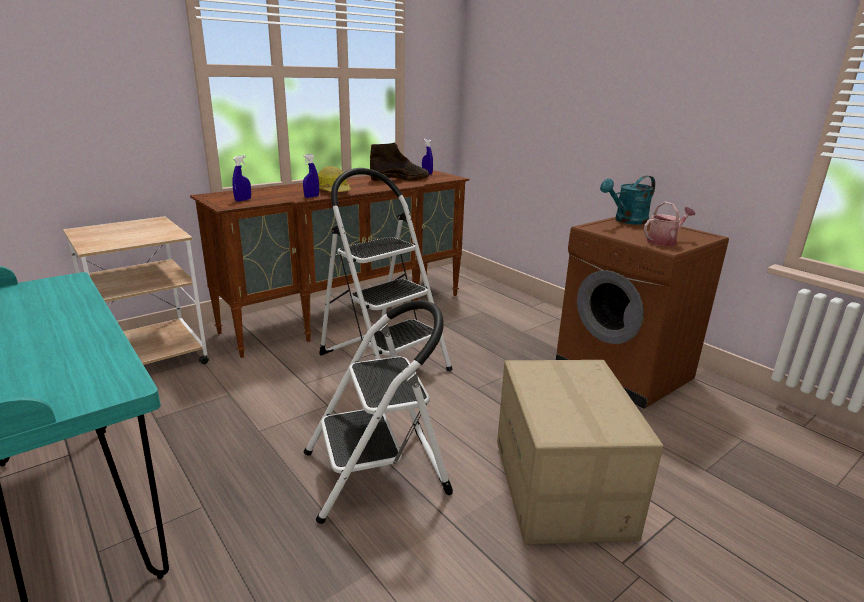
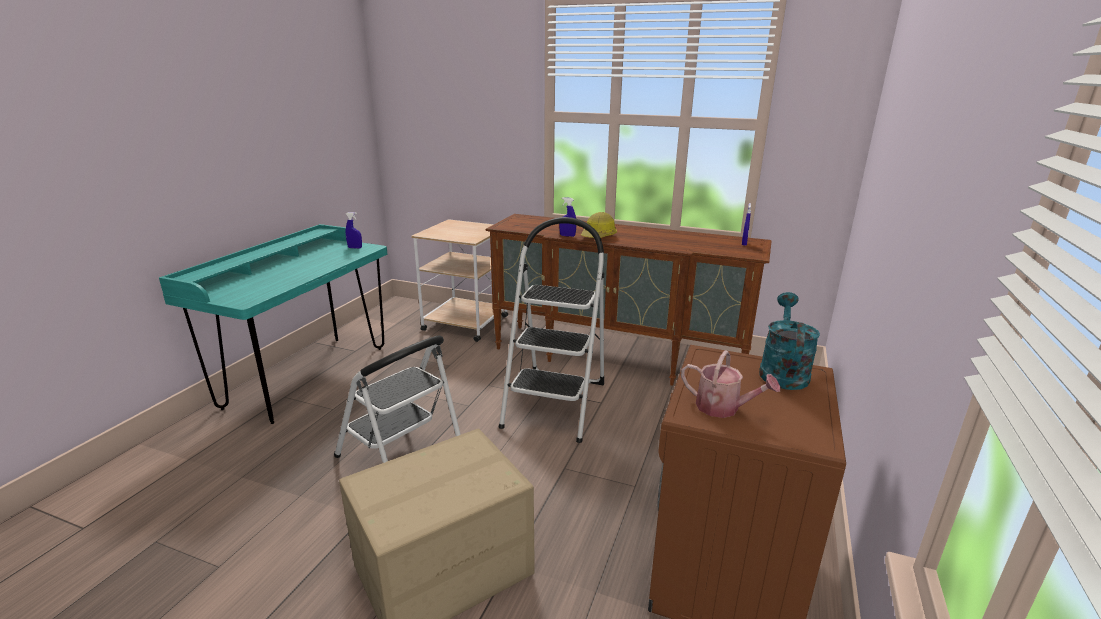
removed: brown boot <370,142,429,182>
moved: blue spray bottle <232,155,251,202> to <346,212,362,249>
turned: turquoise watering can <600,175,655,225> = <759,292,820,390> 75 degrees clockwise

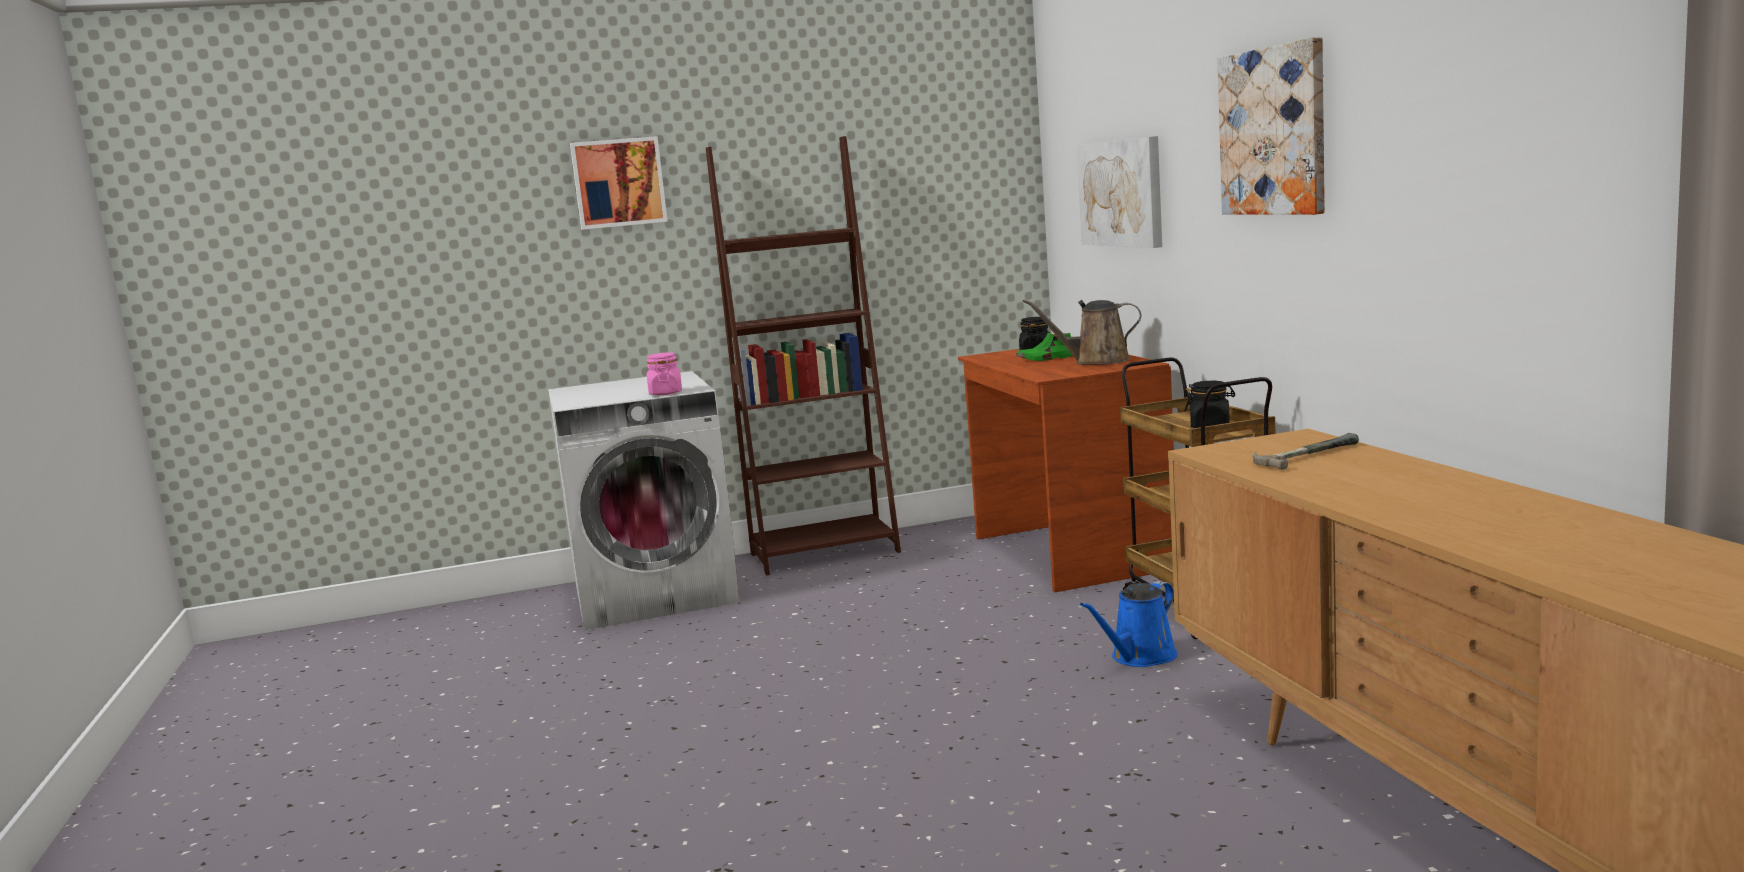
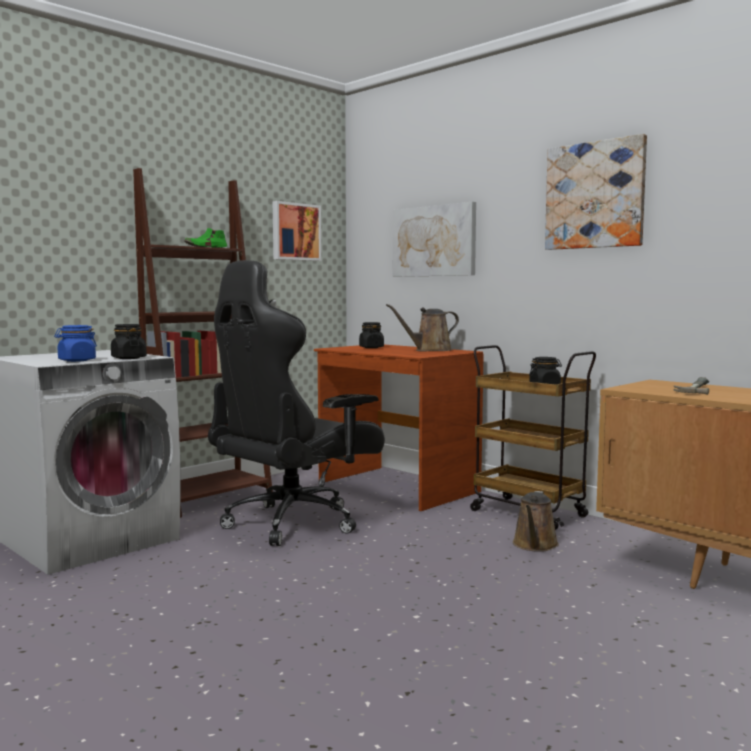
added: black office chair <208,260,385,546>; blue jar <54,325,97,362>
moved: picture <570,136,668,230> to <273,201,321,261>; green shoe <1016,332,1073,361> to <184,228,227,248>
recoloured: pink jar <647,352,682,395> to black jar <111,324,147,359>; blue watering can <1080,581,1177,667> to brown watering can <513,491,559,552>

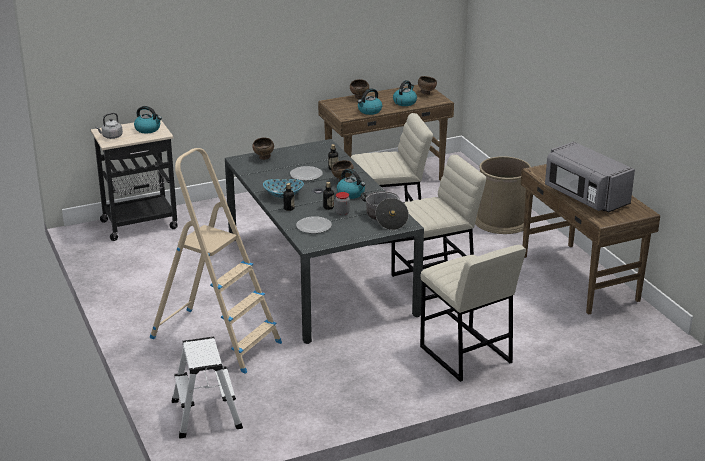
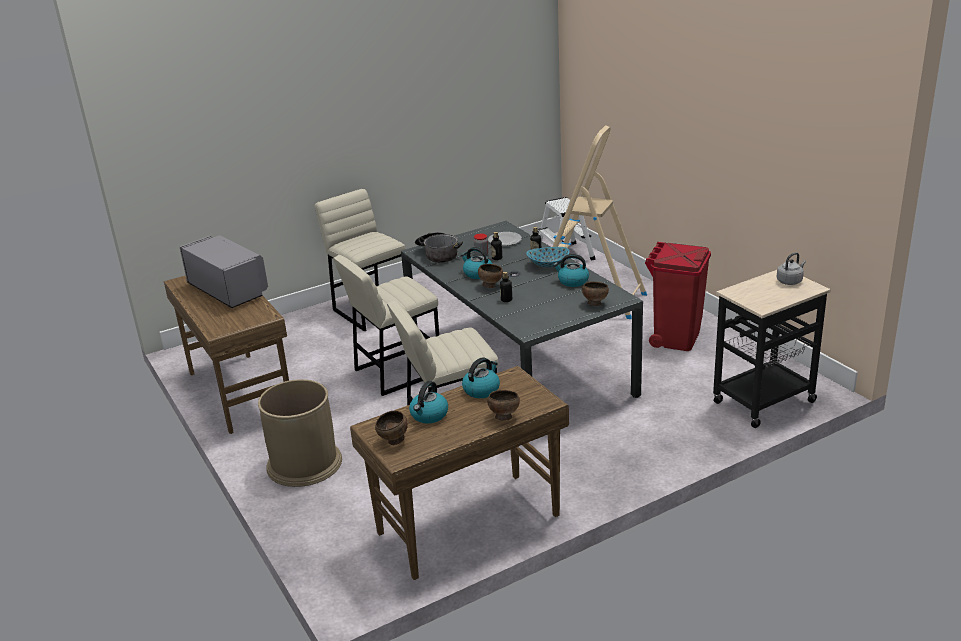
removed: plate <290,166,323,181>
added: red trash can <645,242,711,351>
moved: kettle <134,106,162,133> to <553,254,589,287>

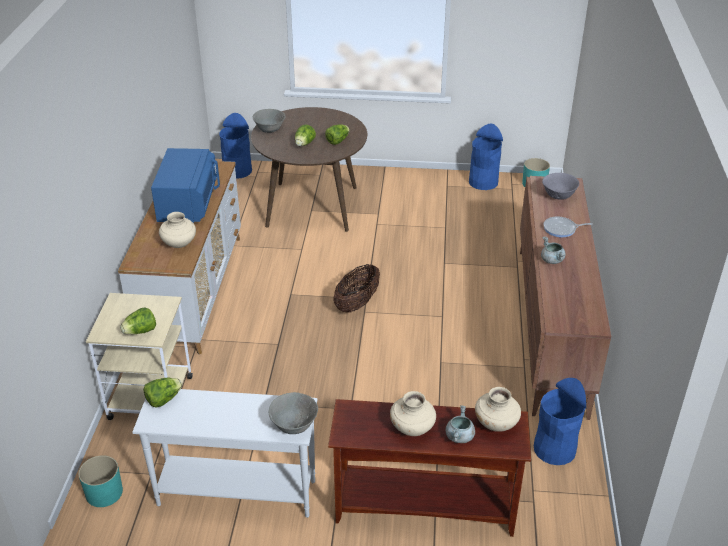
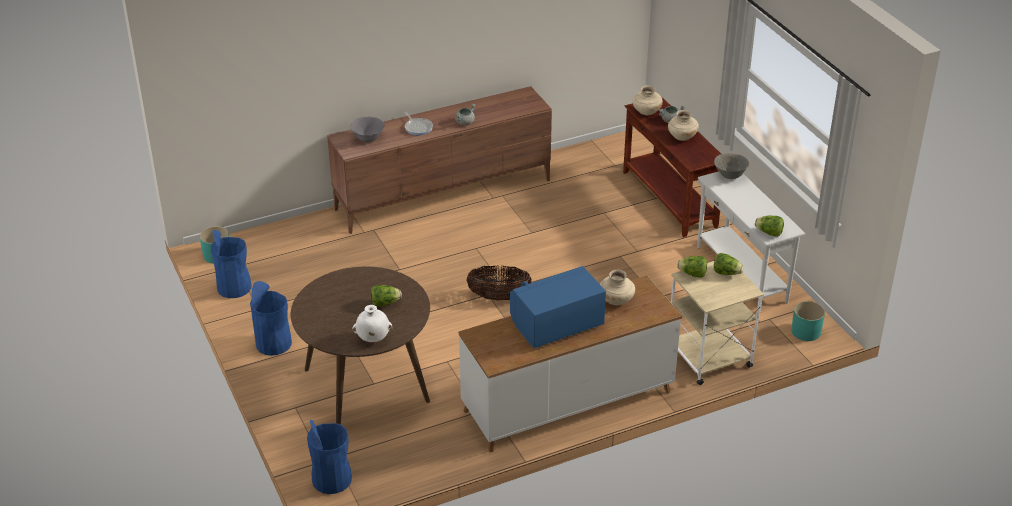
moved: lettuce <325,124,350,145> to <677,256,707,278>; blue trash can <534,378,586,465> to <250,281,292,356>
replaced: grey bowl <253,109,285,133> to white vase <353,305,392,342>

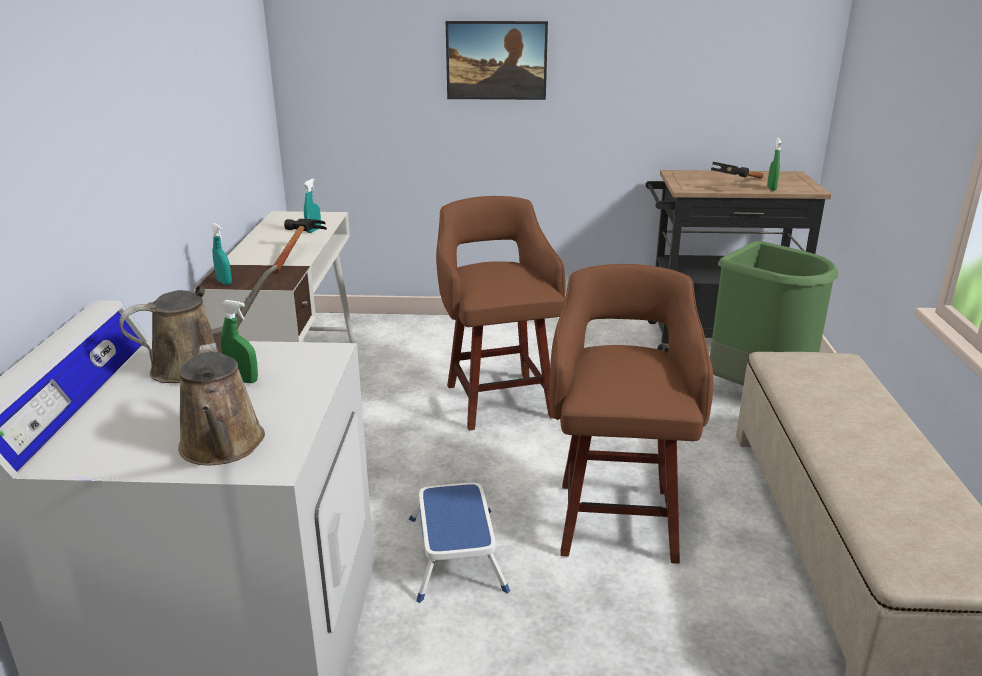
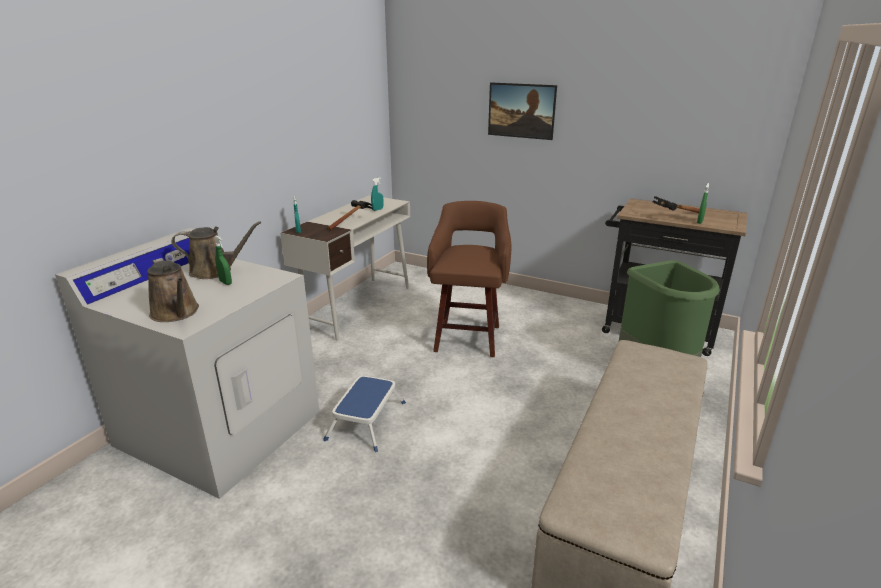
removed: brown stool <549,264,713,564>
turned: brown watering can <178,343,265,465> = <147,258,199,322> 45 degrees counterclockwise

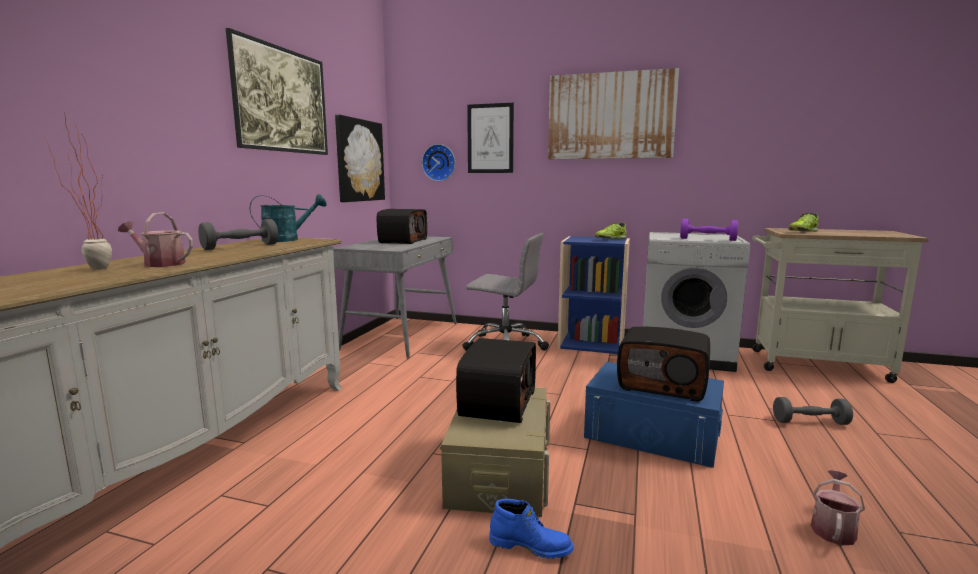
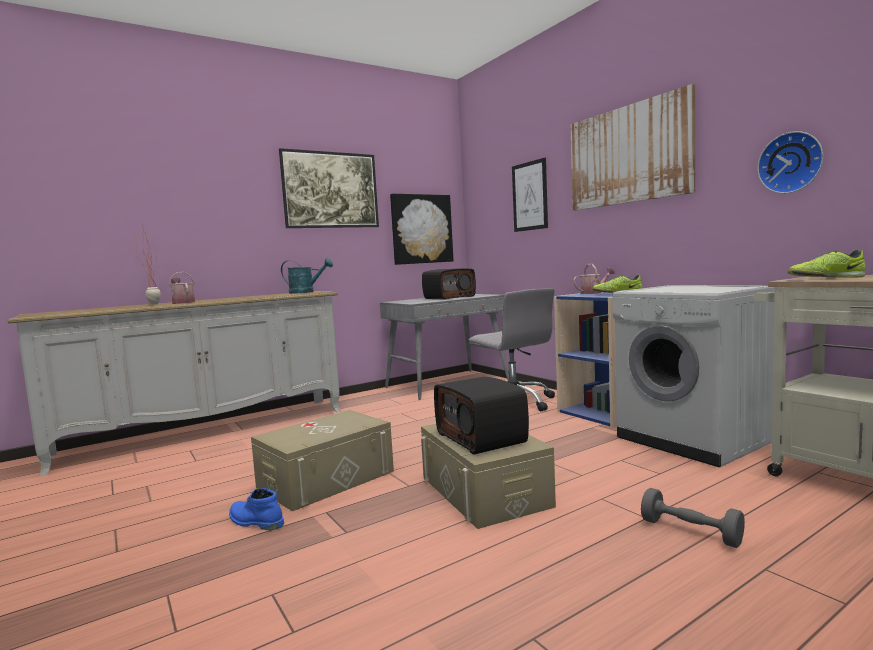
removed: grey dumbbell <198,219,278,250>; purple dumbbell <680,219,738,241>; radio <456,338,536,423>
moved: wall clock <422,144,455,181> to <757,131,824,194>; watering can <811,470,865,545> to <573,264,615,294>
recoloured: blue storage box <584,362,724,468> to beige storage box <421,424,556,529>
turned: blue boot <489,499,574,559> = <229,488,284,530> 150 degrees clockwise

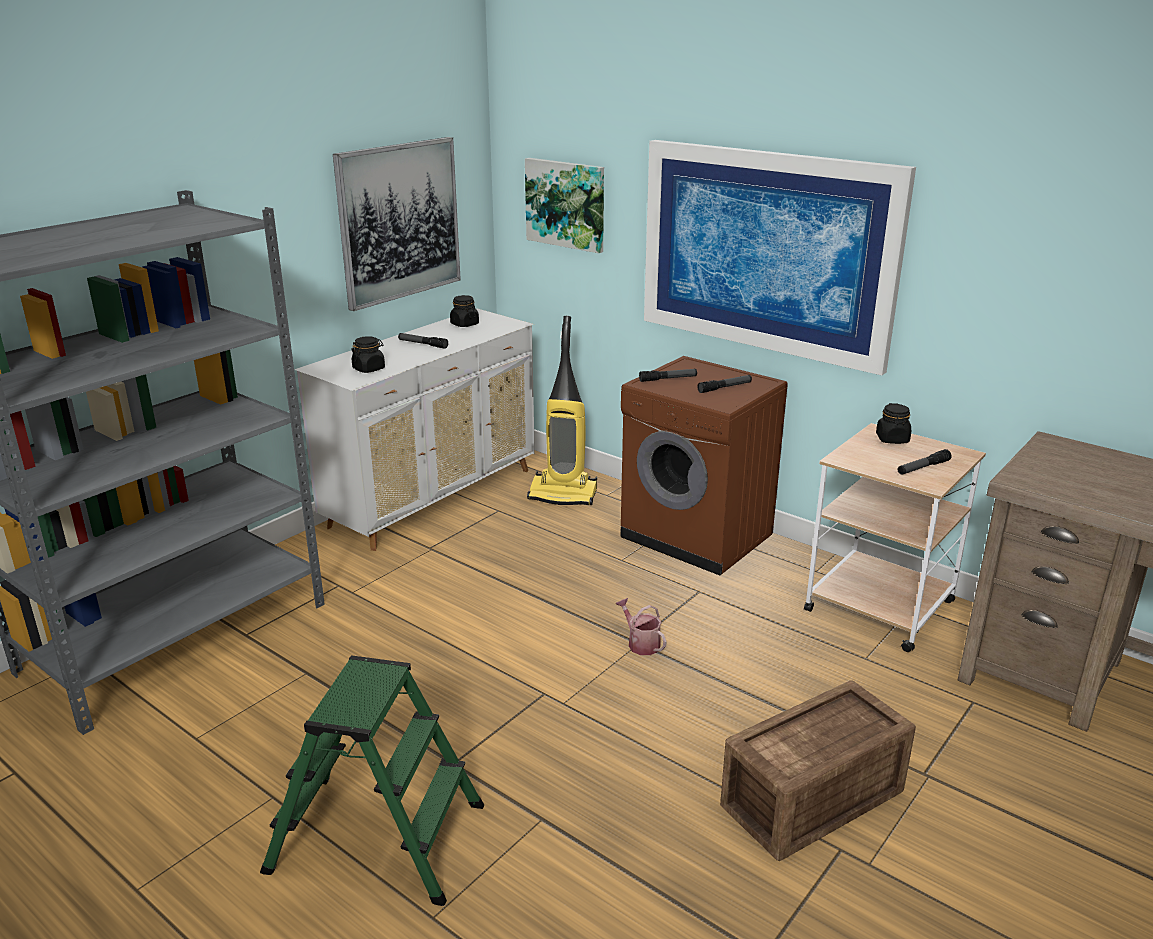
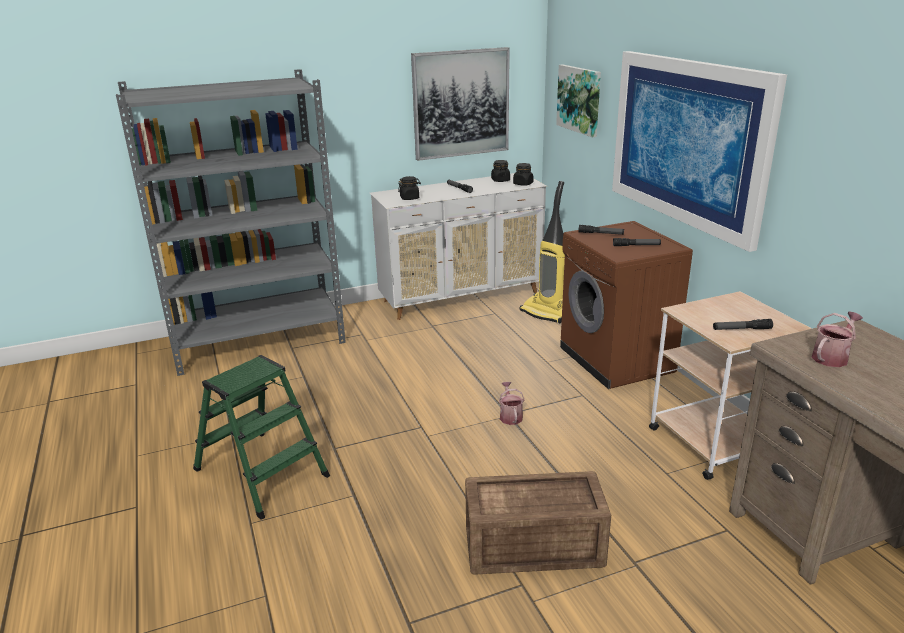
added: watering can <812,312,863,367>
moved: black jar <876,403,911,444> to <513,163,534,186>

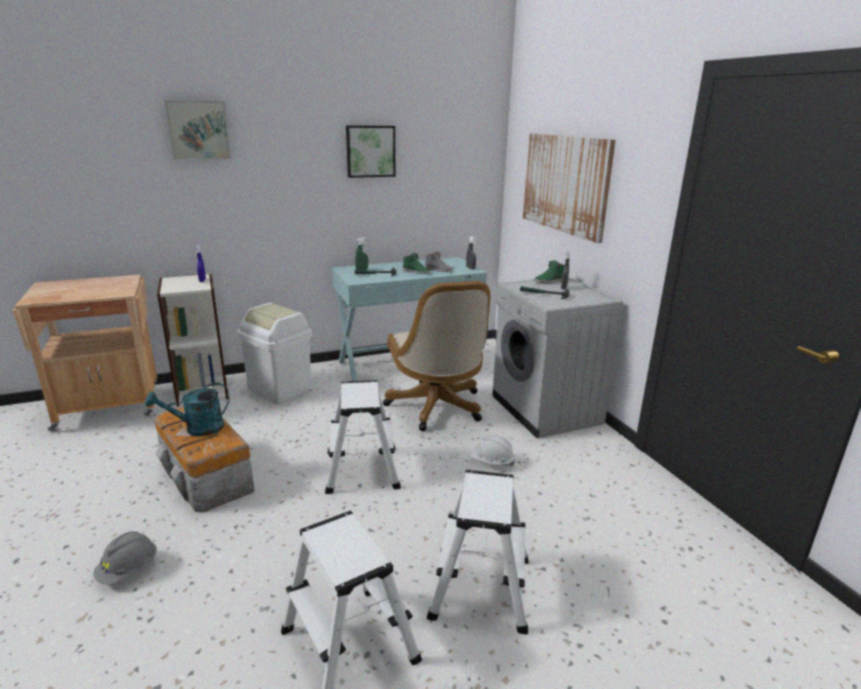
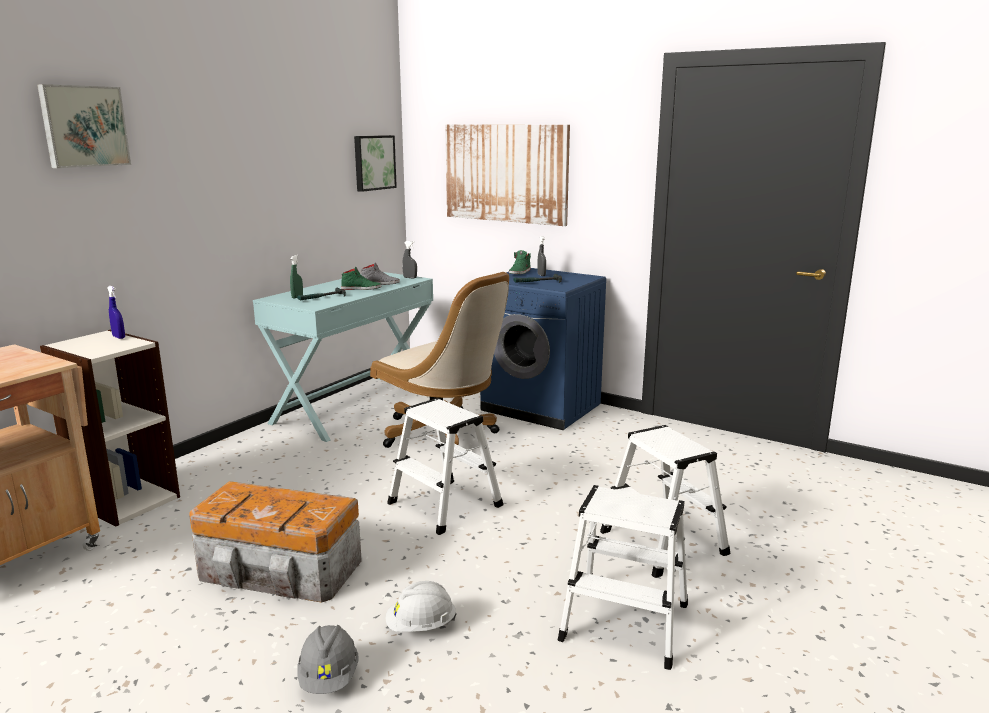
removed: white trash can <237,303,312,404>; turquoise watering can <145,383,230,436>
moved: picture <346,125,395,178> to <354,135,397,192>; white hard hat <471,434,516,467> to <385,581,457,632>
recoloured: white washing machine <492,277,623,438> to blue washing machine <480,268,606,430>

